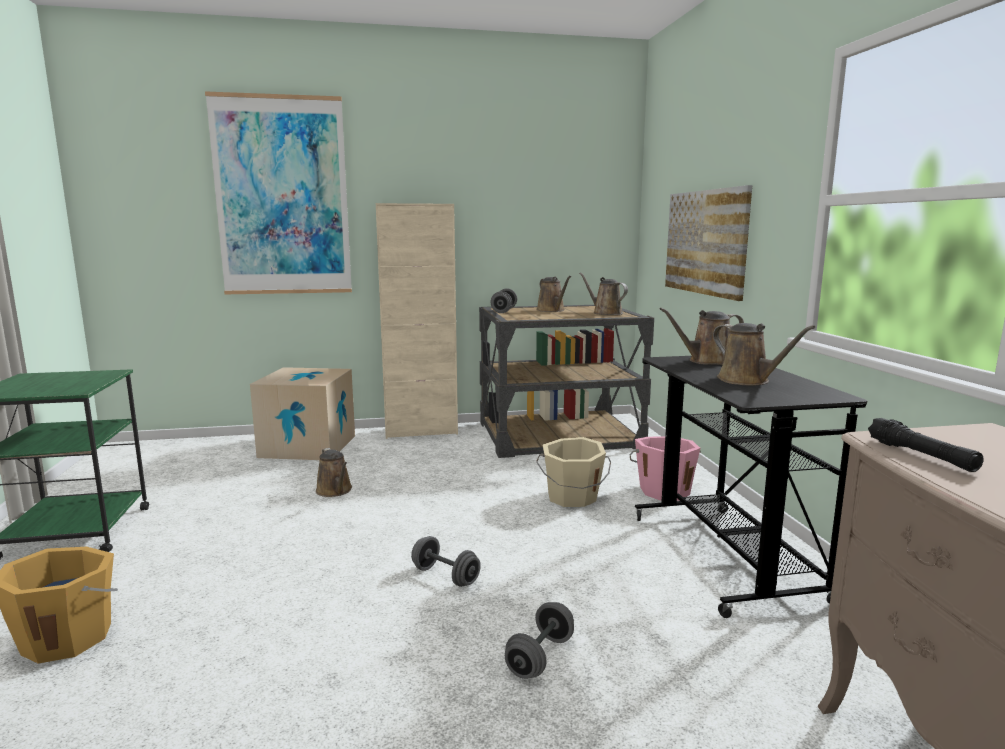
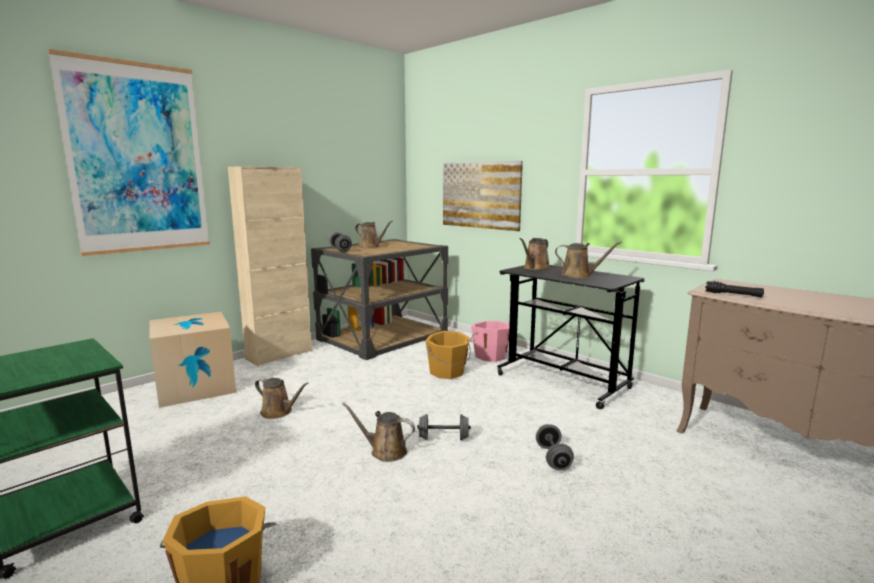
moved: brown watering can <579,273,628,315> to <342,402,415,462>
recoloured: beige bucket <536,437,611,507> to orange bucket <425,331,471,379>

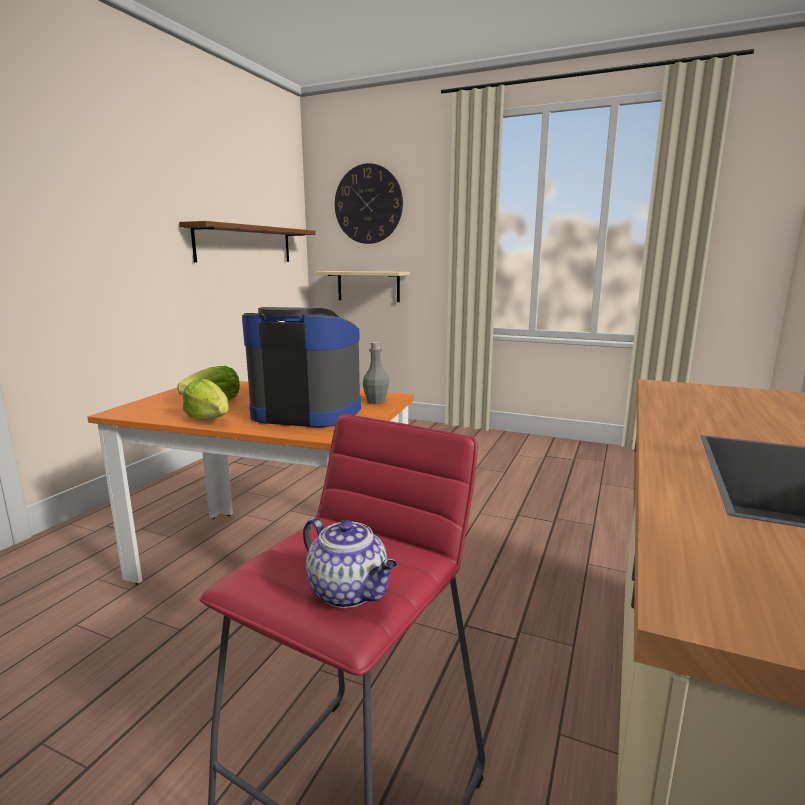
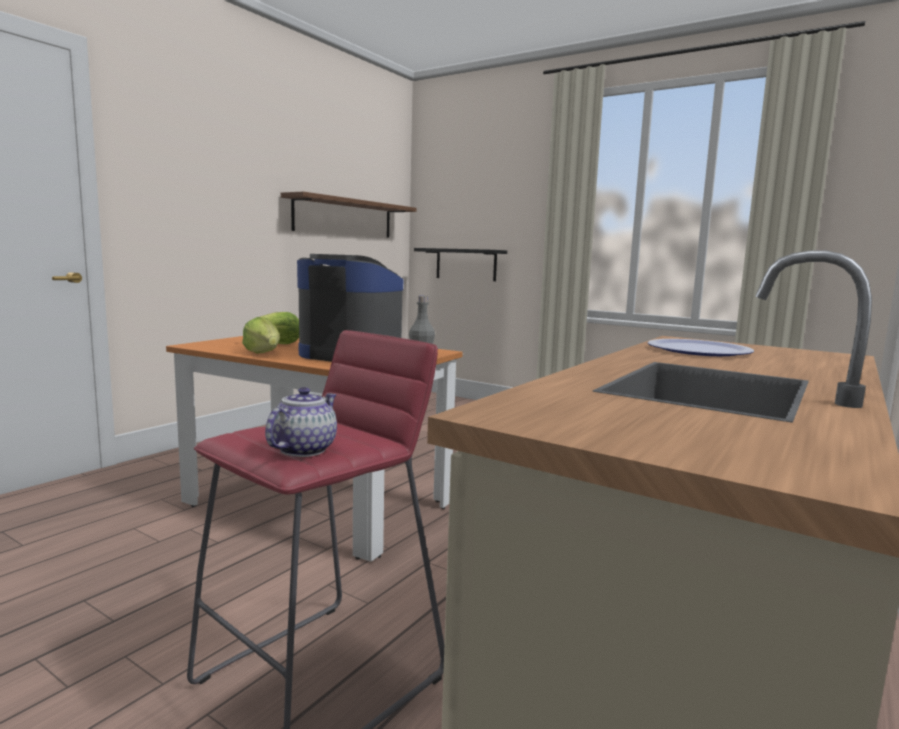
removed: wall clock <335,163,403,244>
added: plate <647,339,754,356>
recoloured: beige shelf <316,271,410,302> to black shelf <414,248,507,281>
turned: teapot <303,518,397,608> = <265,387,337,457> 120 degrees counterclockwise

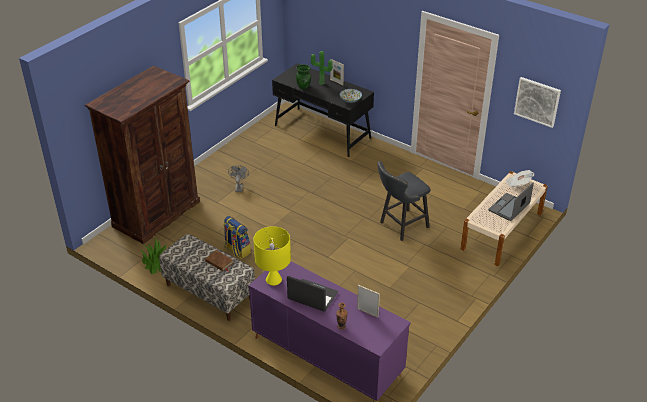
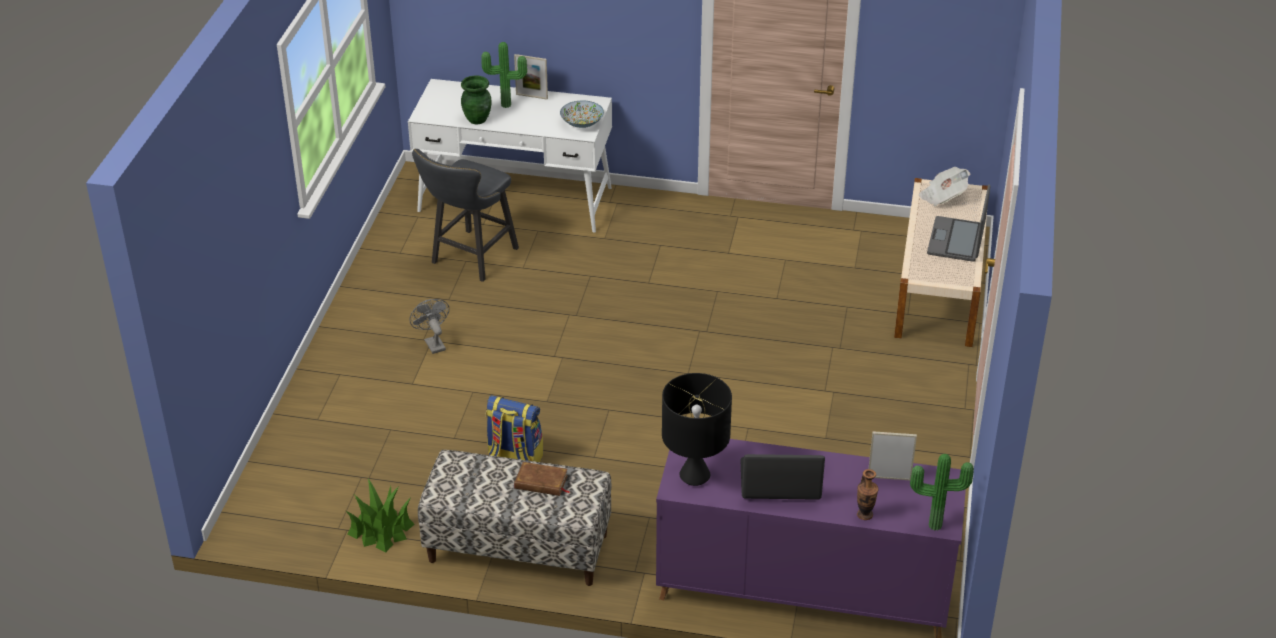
removed: brown wardrobe <85,66,200,244>; picture <514,77,561,128>
added: potted plant <910,454,974,531>
moved: grey stool <377,161,431,241> to <412,149,519,282>
recoloured: black desk <272,63,374,157> to white desk <408,79,612,232>; yellow table lamp <253,227,291,286> to black table lamp <662,373,732,486>

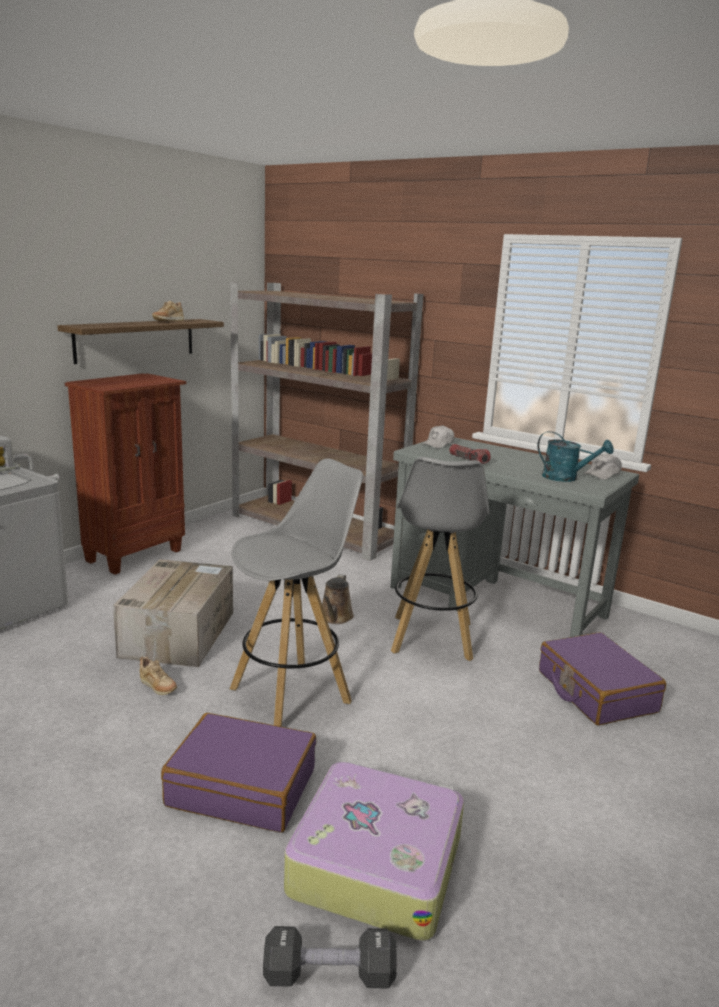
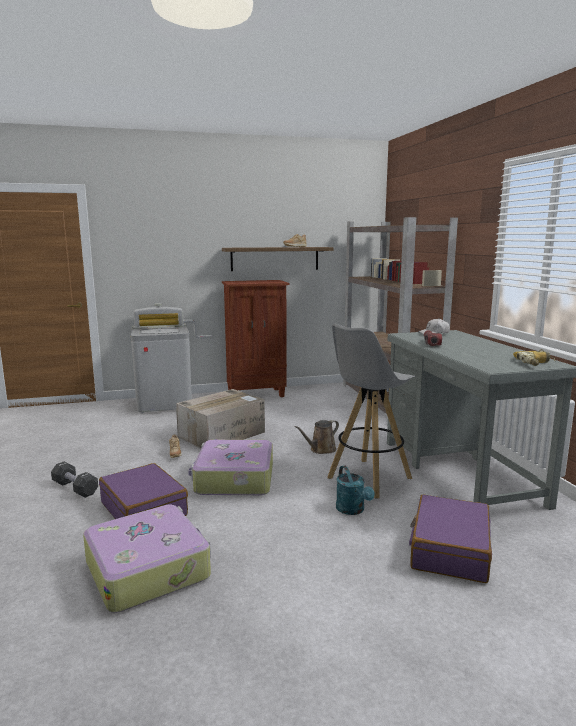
moved: turquoise watering can <537,431,614,482> to <336,465,375,515>; black dumbbell <263,926,397,988> to <51,461,98,498>
replaced: white cap <584,453,622,480> to power drill <513,349,555,366>; grey stool <230,458,363,727> to suitcase <188,440,273,495>

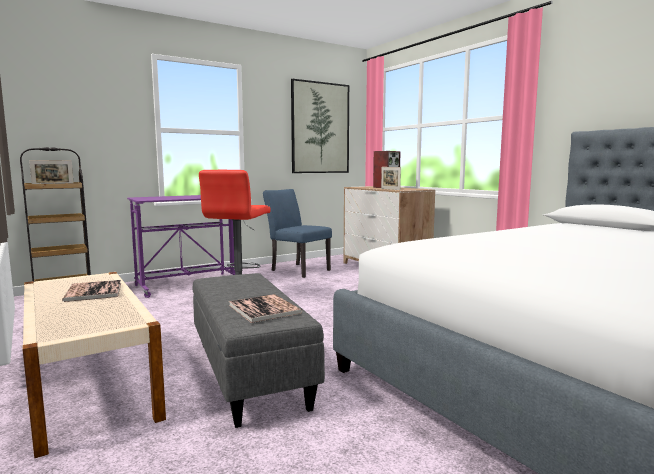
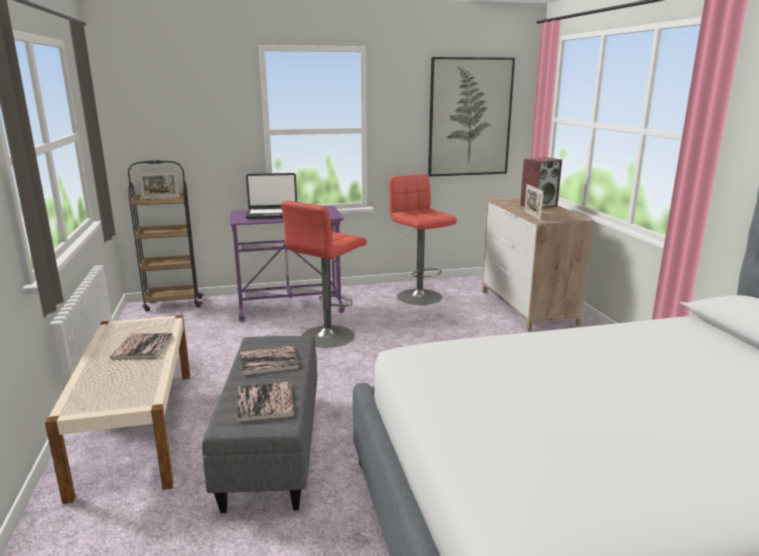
added: laptop <245,173,297,219>; book <240,346,299,376>
replaced: blue chair <263,189,332,278> to red stool <389,174,457,305>

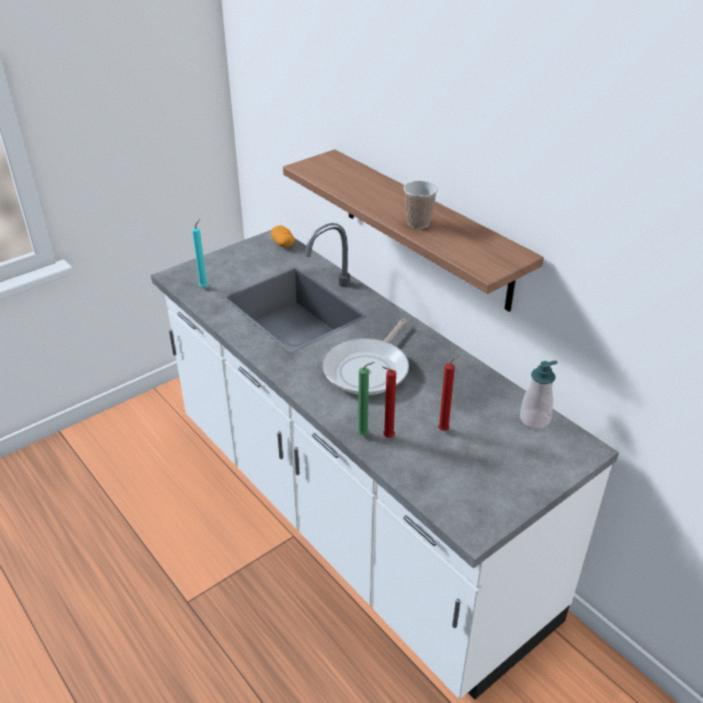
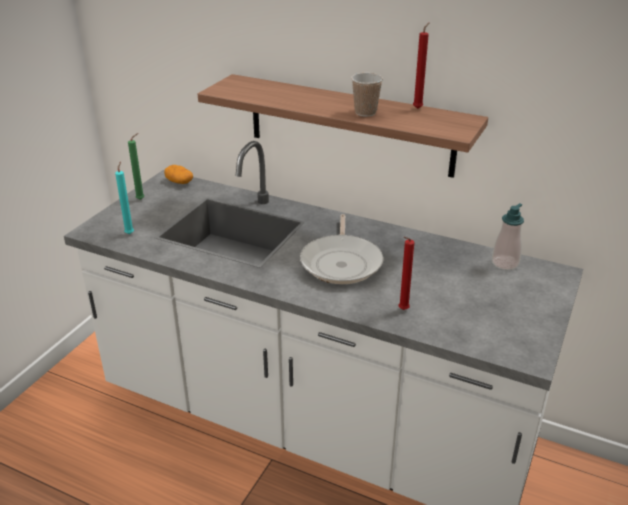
moved: red candle <438,355,459,431> to <413,23,429,109>; green candle <357,362,374,435> to <128,133,144,200>

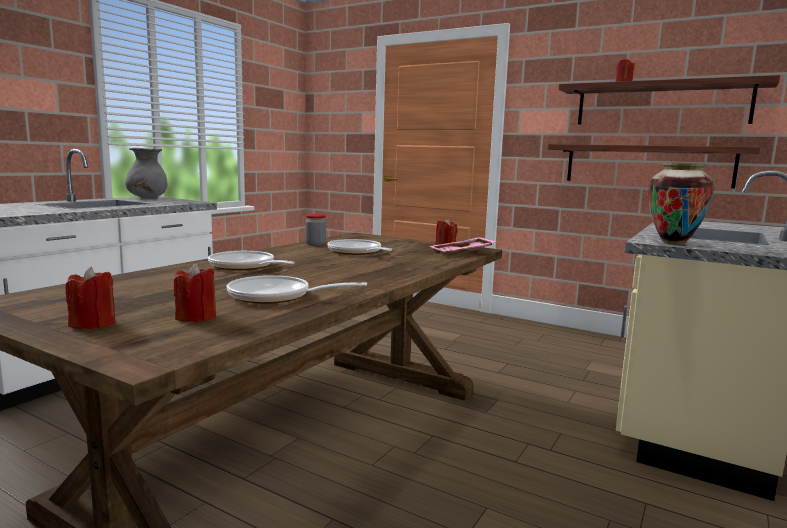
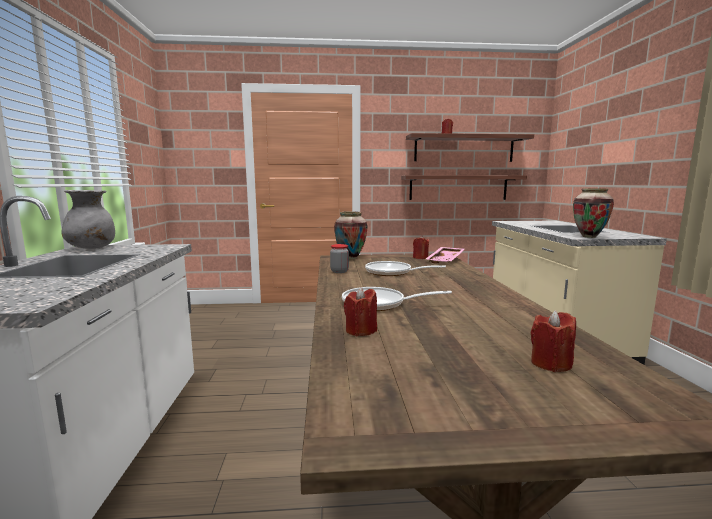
removed: frying pan <227,275,367,304>
added: vase <334,212,368,259>
moved: red candle <66,267,116,329> to <344,287,377,336>

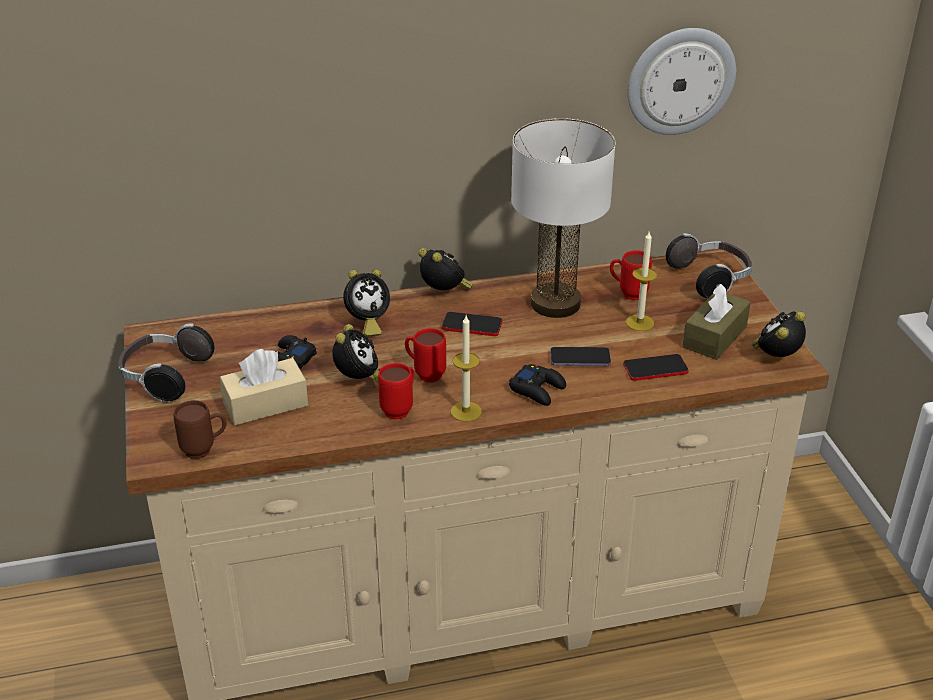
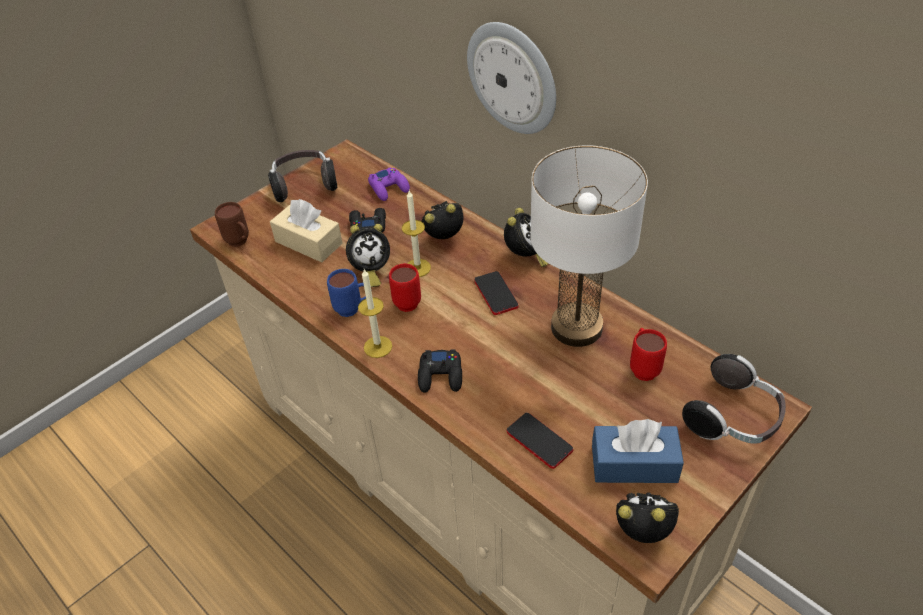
removed: phone <550,347,611,366>
added: purple game controller <368,167,410,201>
moved: wall clock <628,28,736,135> to <467,22,556,134>; candle <626,232,657,331> to <402,191,431,277>
recoloured: brown tissue box <682,284,751,360> to blue tissue box <592,419,684,483>; red mug <378,363,414,419> to blue mug <327,269,372,317>
turned: alarm clock <343,269,390,336> = <421,201,463,239> 135 degrees clockwise

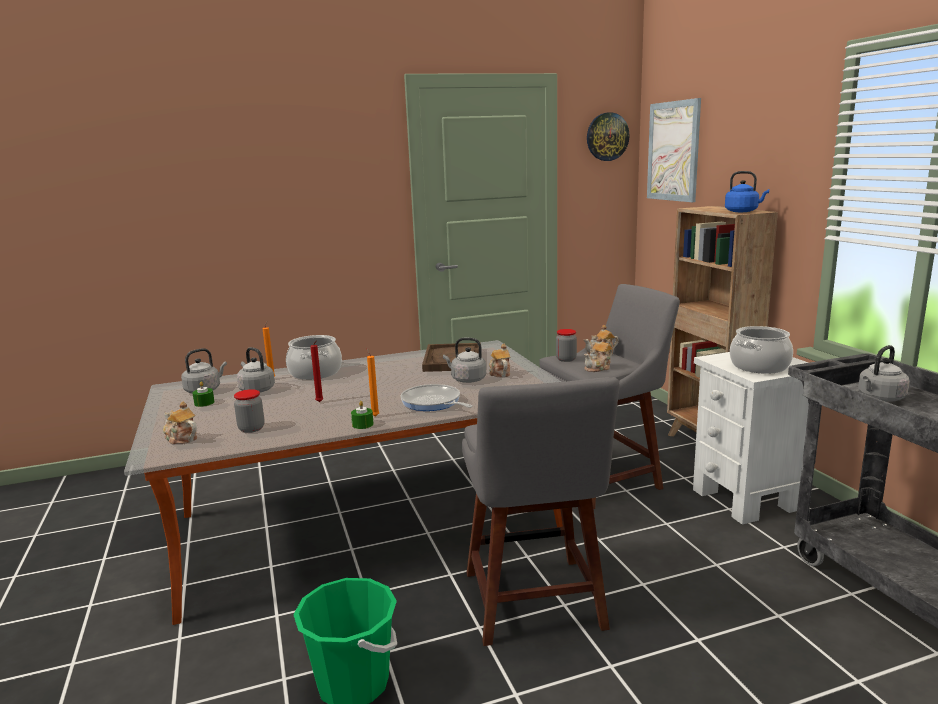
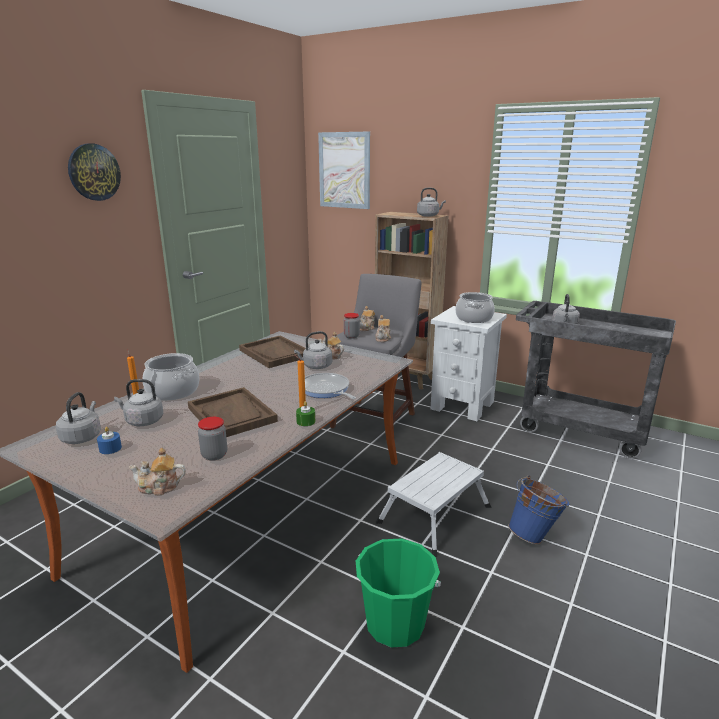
added: blue bucket <508,475,569,545>
moved: wall clock <587,112,630,161> to <68,144,121,201>
replaced: red candle <310,340,324,402> to brown tray <188,387,278,437>; grey stool <462,377,619,646> to white step ladder <376,452,492,557>
recoloured: blue kettle <725,171,769,212> to grey kettle <417,188,446,217>; green candle <193,381,215,407> to blue candle <97,427,122,454>
turned: frying pan <401,384,473,411> = <305,373,356,399> 45 degrees clockwise

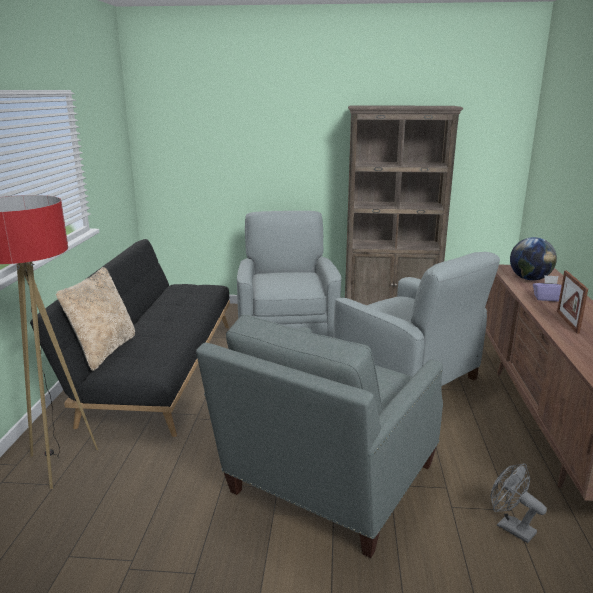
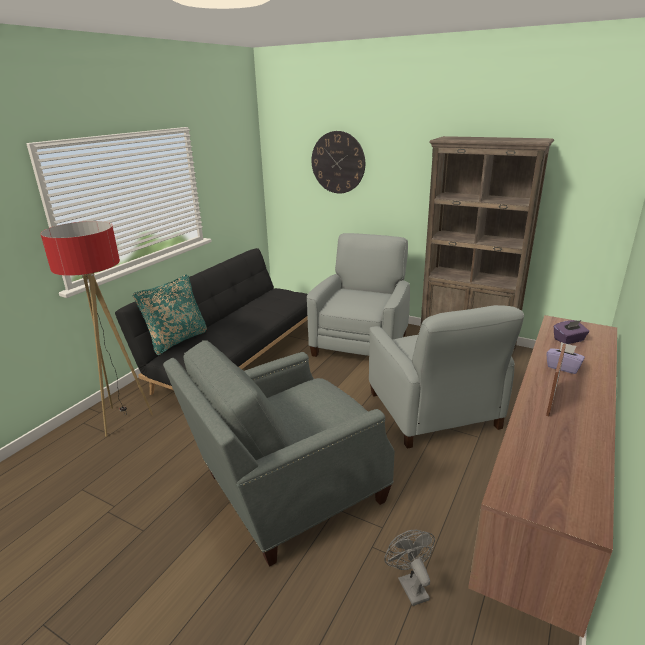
added: wall clock <311,131,365,194>
replaced: globe <510,237,557,280> to purple tissue box <554,320,589,344>
recoloured: beige pillow <56,267,135,371> to turquoise pillow <133,274,207,355>

